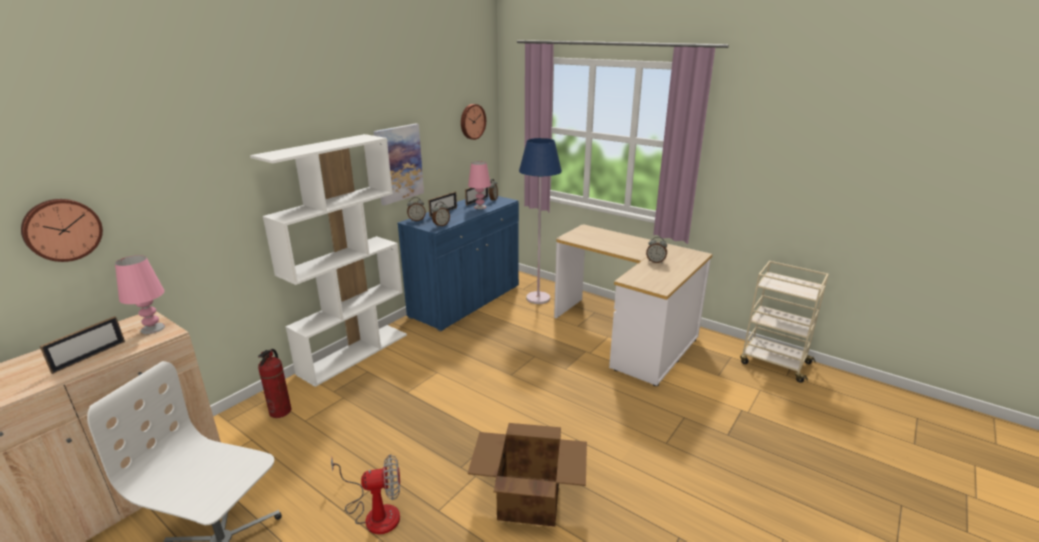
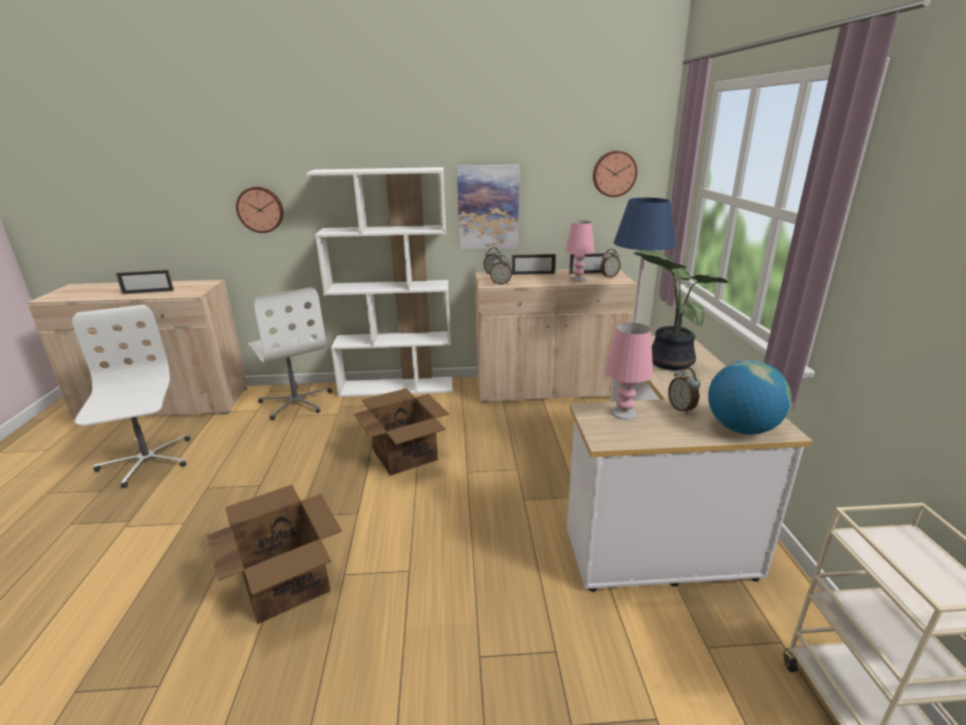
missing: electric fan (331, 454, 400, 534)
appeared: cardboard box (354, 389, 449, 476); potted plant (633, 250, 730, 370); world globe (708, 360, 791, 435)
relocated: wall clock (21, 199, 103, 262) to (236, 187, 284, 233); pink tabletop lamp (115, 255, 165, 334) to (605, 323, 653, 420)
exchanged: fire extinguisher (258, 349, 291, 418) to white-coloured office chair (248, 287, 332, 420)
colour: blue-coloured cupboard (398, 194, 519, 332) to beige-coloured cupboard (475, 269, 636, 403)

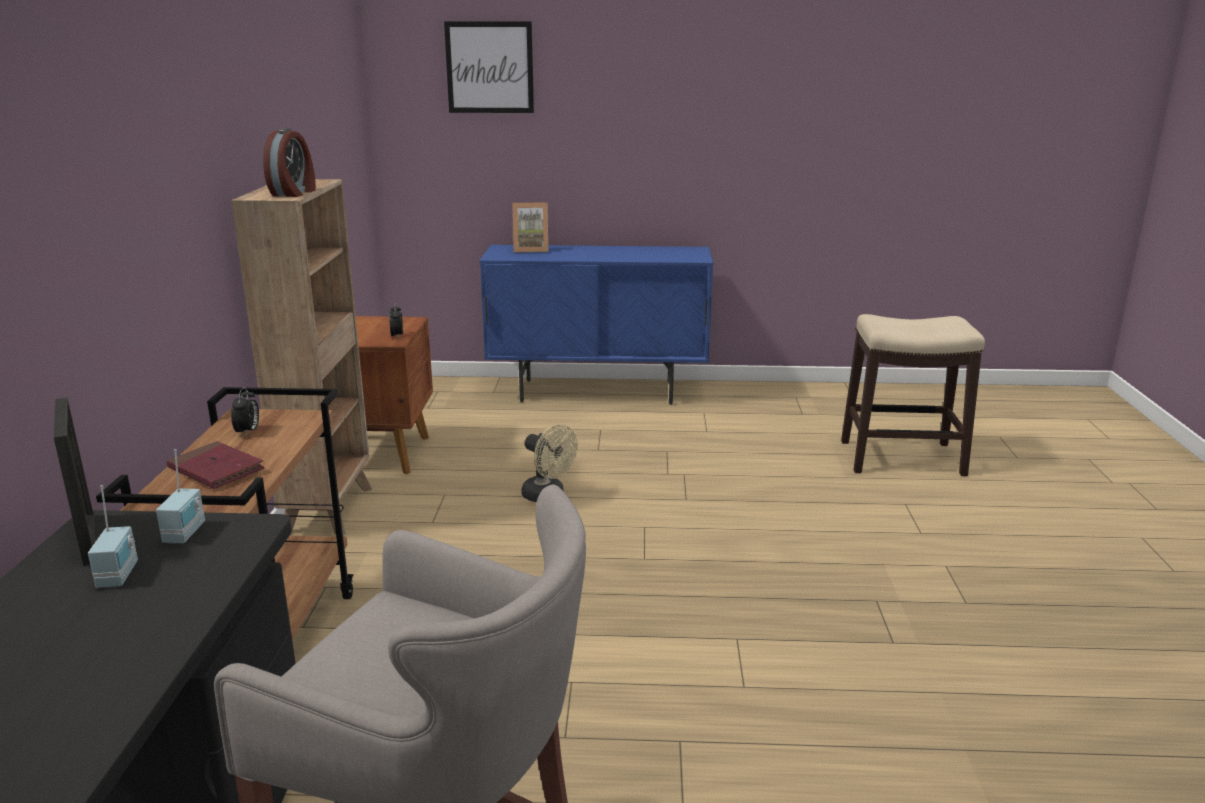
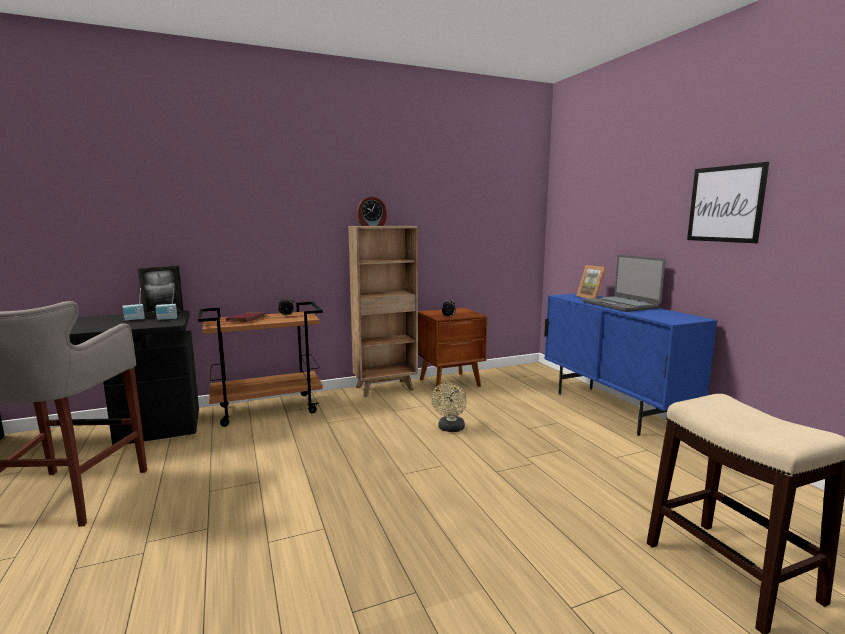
appeared: notebook computer (583, 255, 666, 312)
relocated: wall art (444, 21, 534, 113) to (687, 162, 769, 243)

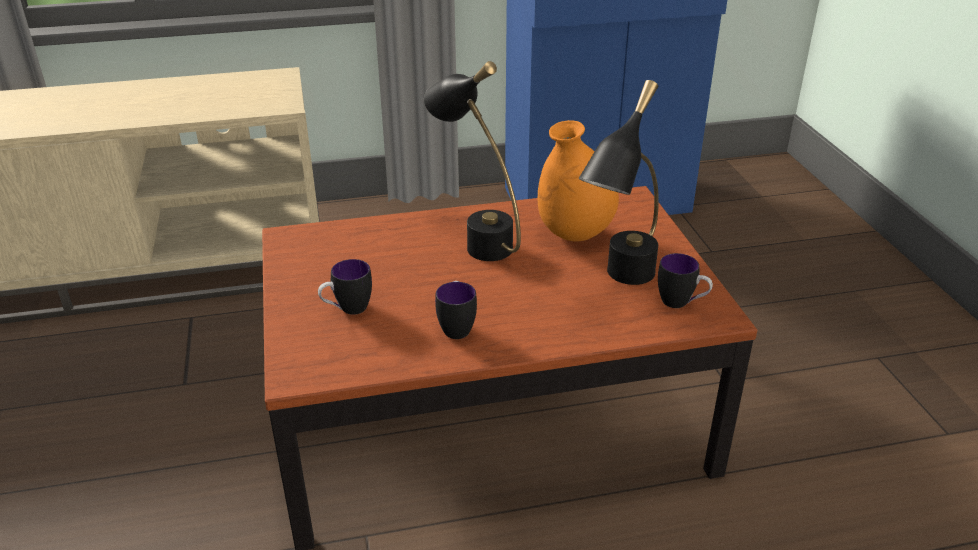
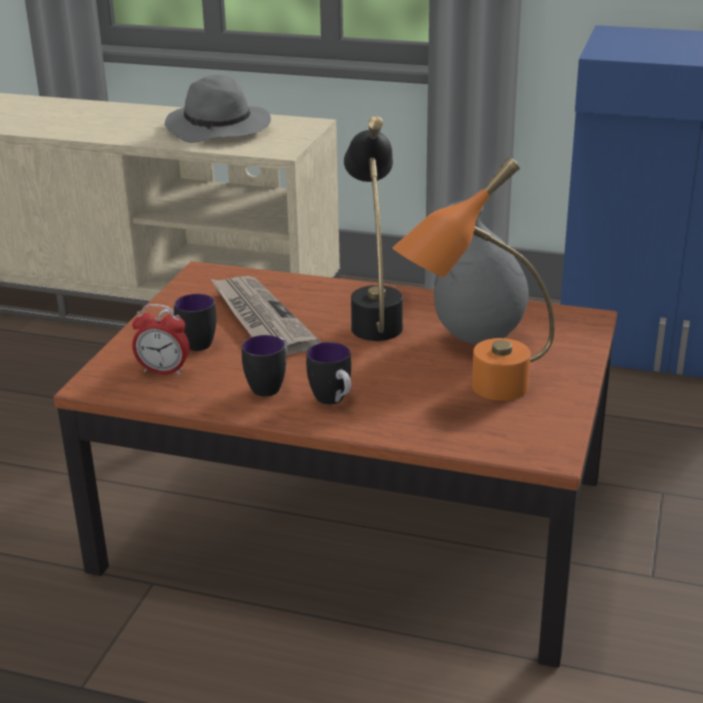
appeared: table clock (132, 304, 190, 375); greyish wearable hat (165, 75, 271, 143); newspaper (210, 276, 321, 355)
relocated: coffee mug (658, 253, 713, 308) to (306, 342, 351, 405)
colour: black-coloured tabletop lamp (578, 80, 659, 285) to orange tabletop lamp (392, 158, 554, 401); orange vase (538, 120, 619, 242) to greyish vase (434, 200, 529, 345)

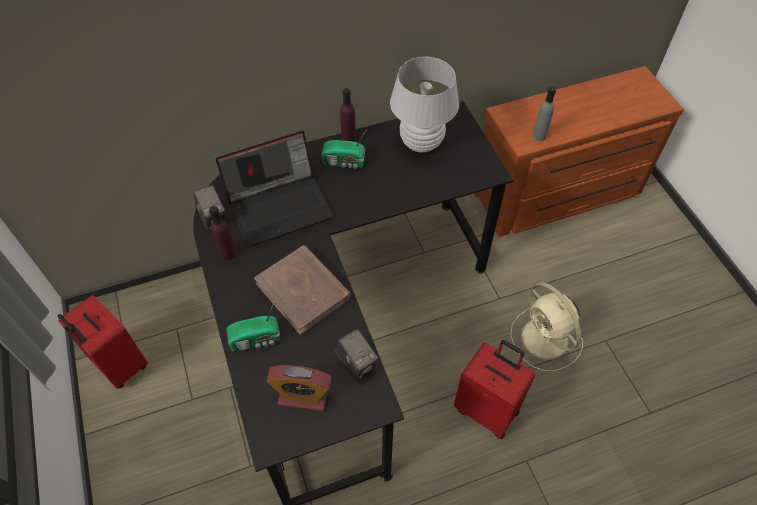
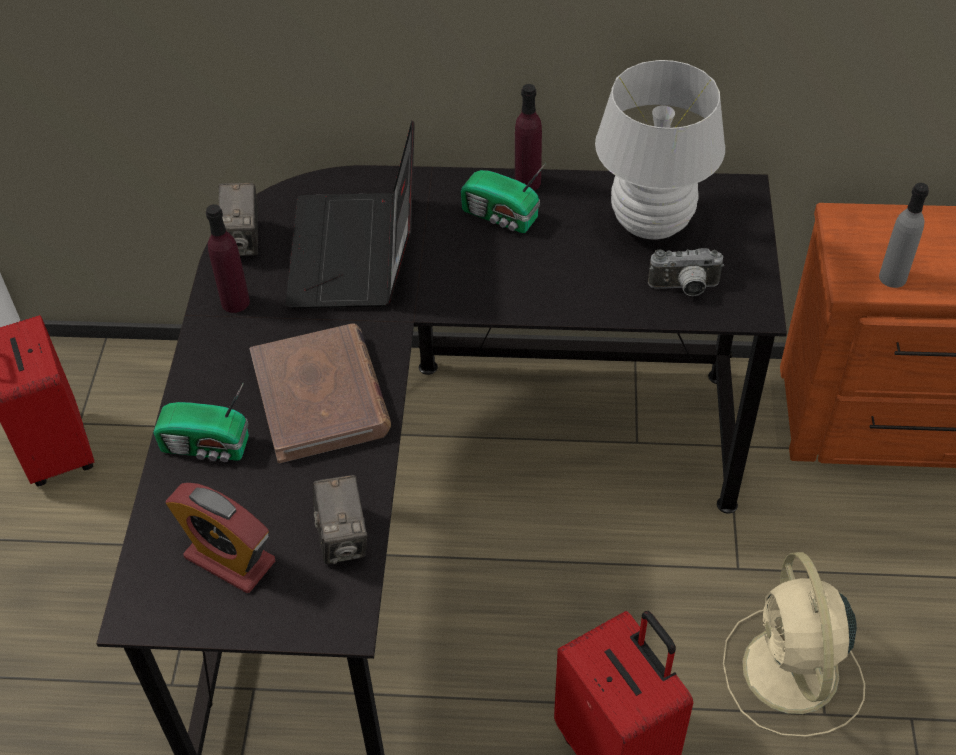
appeared: still camera (648, 248, 724, 296)
spun: notebook computer (216, 131, 333, 247) = (285, 121, 415, 308) 90 degrees clockwise

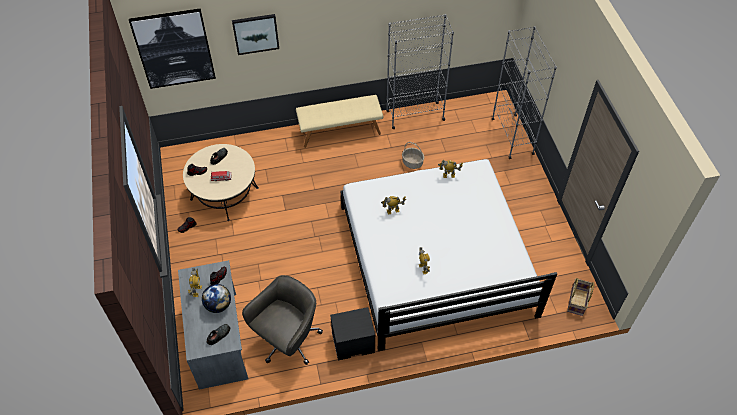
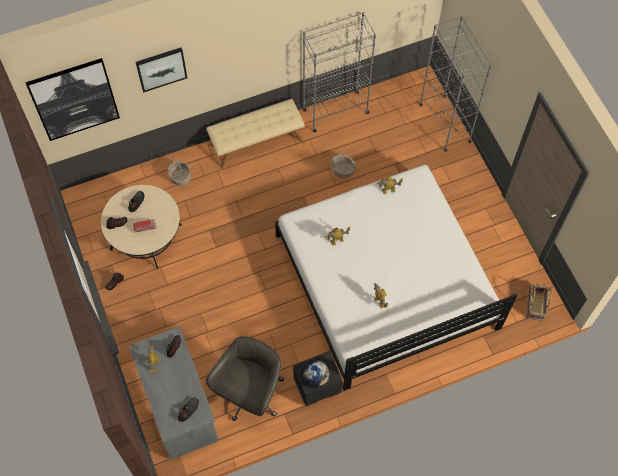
appeared: storage basket (168, 156, 191, 186)
relocated: world globe (202, 284, 231, 313) to (301, 360, 330, 389)

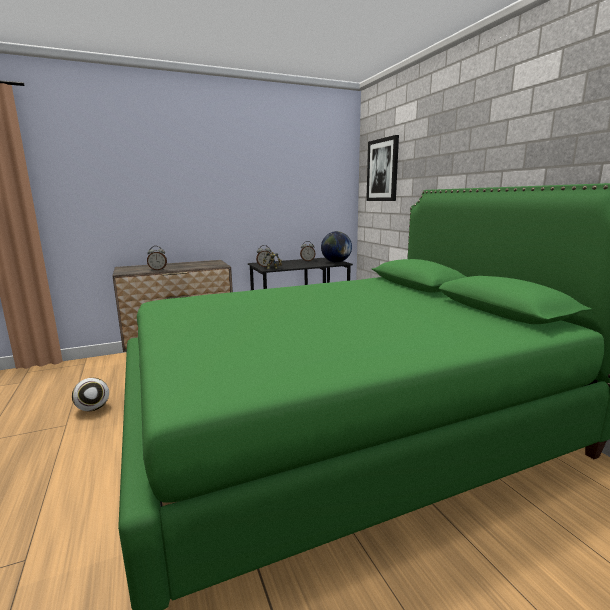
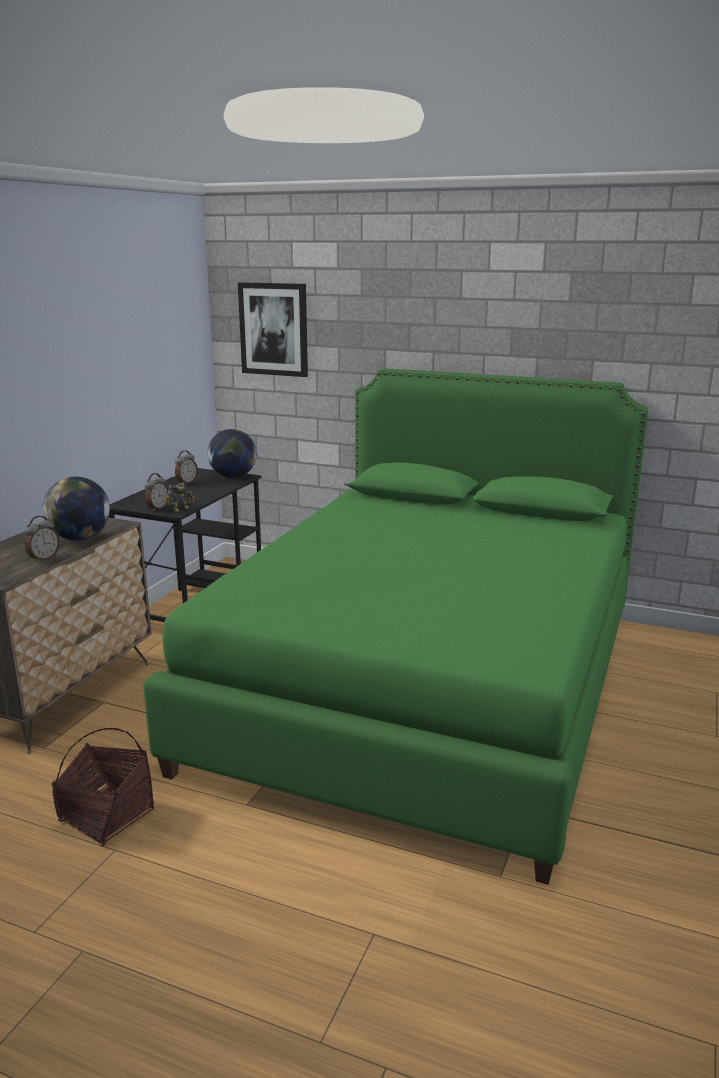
appeared: world globe (42, 477, 110, 540)
exchanged: football ball (72, 378, 109, 411) to storage basket (52, 728, 154, 847)

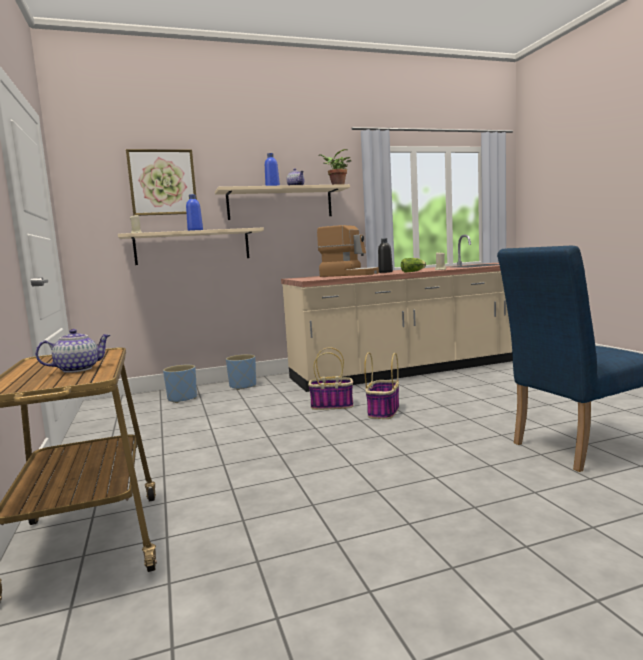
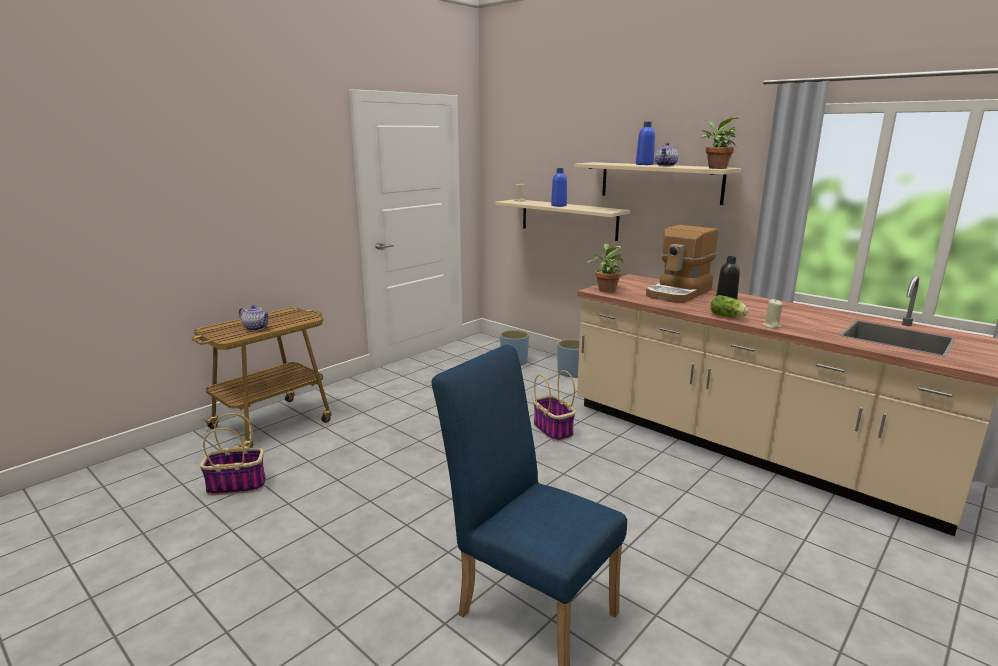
missing: wall art (126, 149, 197, 216)
appeared: potted plant (587, 244, 623, 293)
relocated: storage basket (364, 352, 399, 419) to (200, 413, 266, 495)
spun: coffee brewer (317, 225, 379, 277) = (646, 225, 718, 303) 45 degrees clockwise

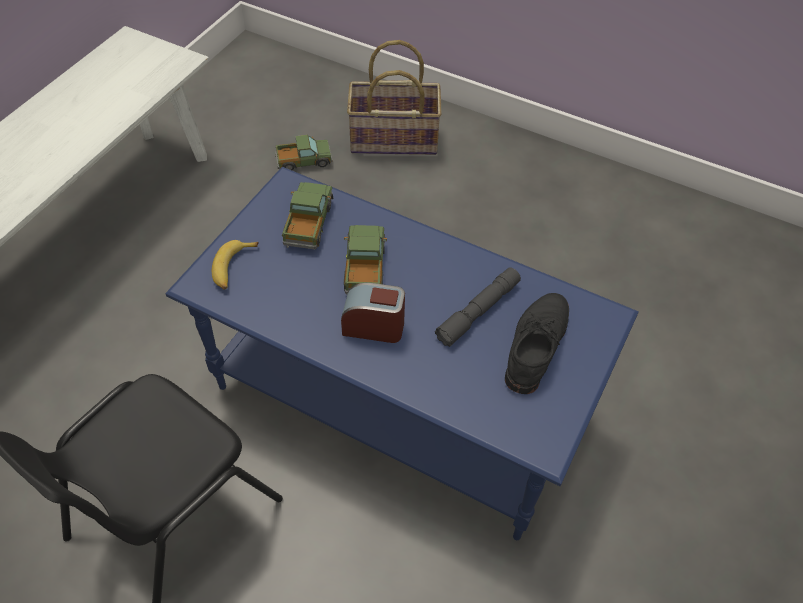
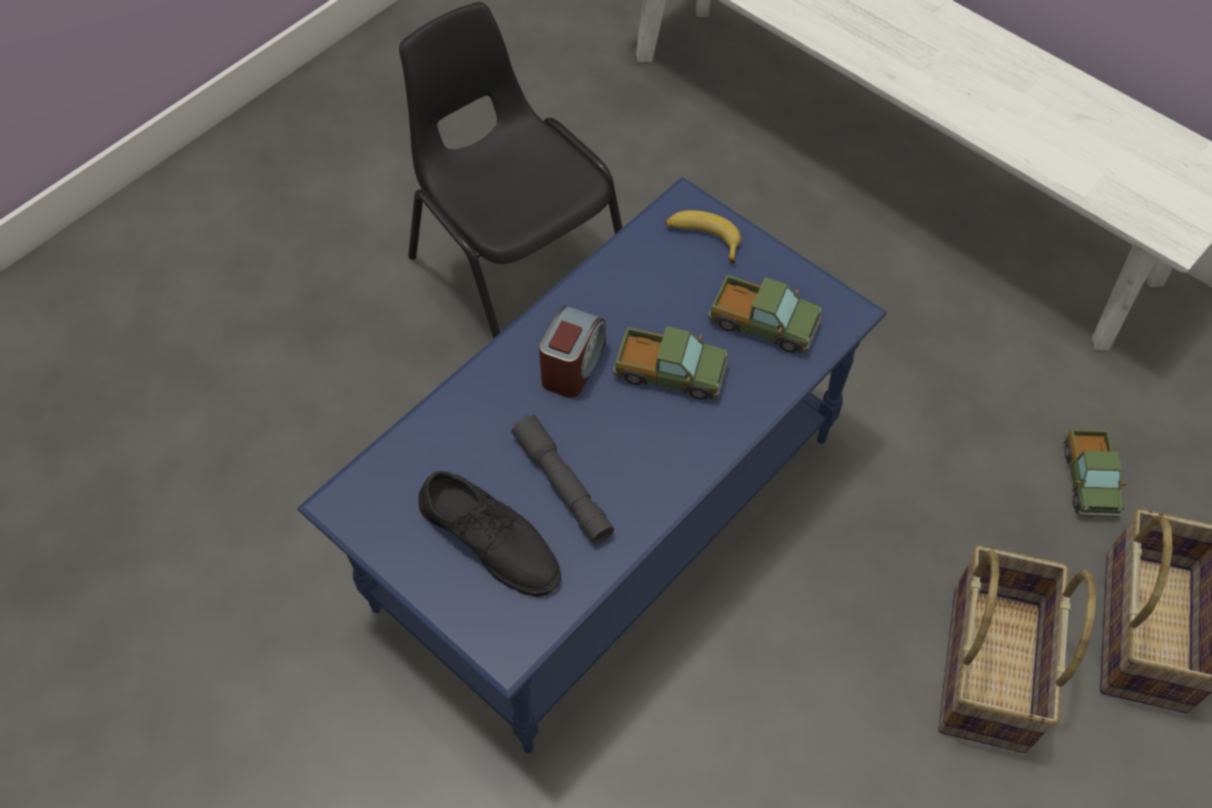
appeared: storage basket (938, 545, 1097, 753)

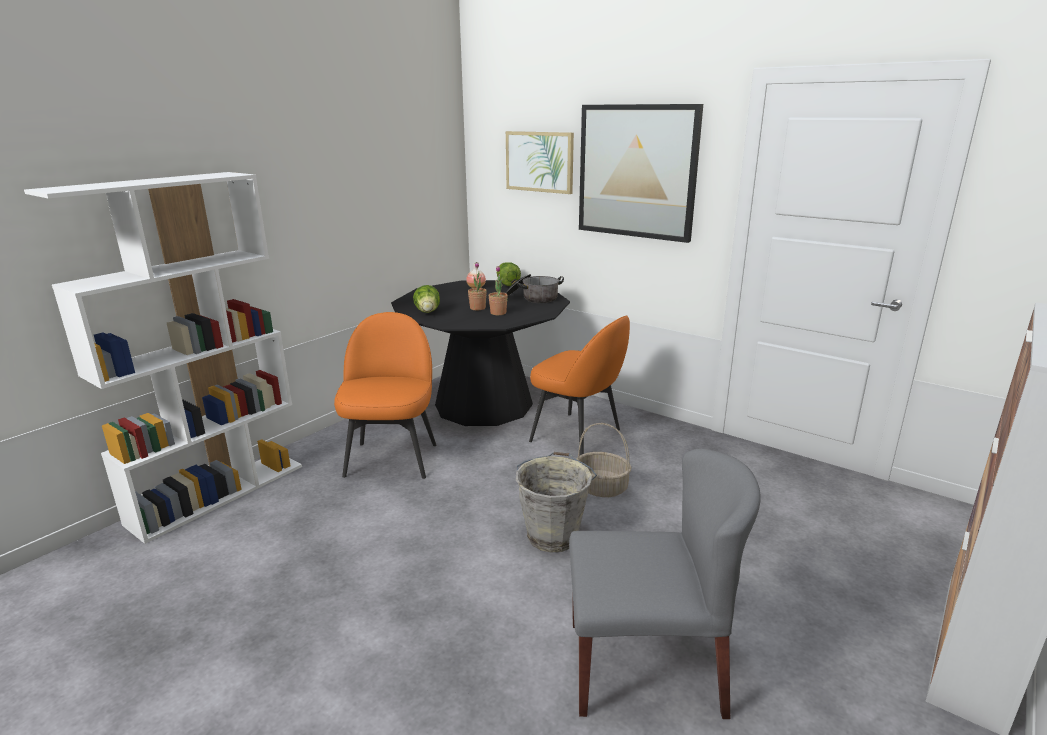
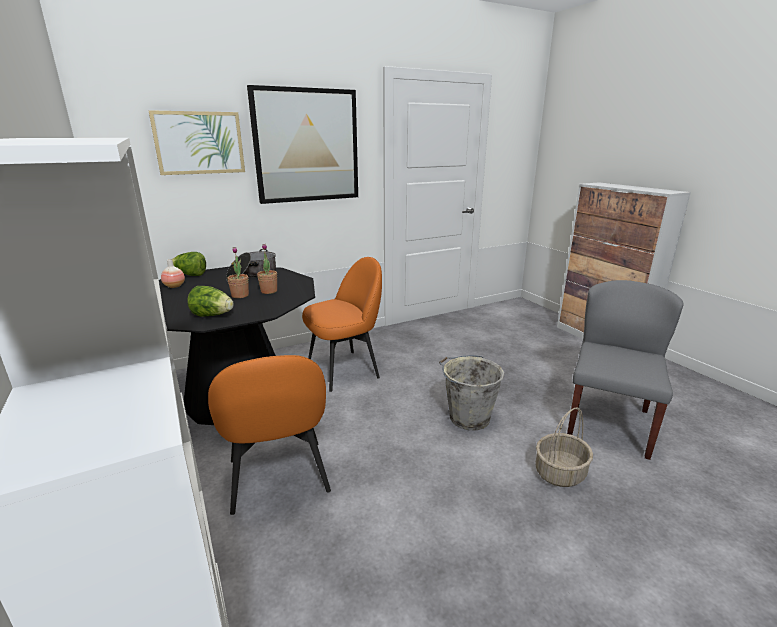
relocated: storage basket (576, 423, 632, 497) to (535, 407, 593, 487)
spun: orange plain chair (334, 312, 437, 479) = (208, 355, 331, 515) 135 degrees counterclockwise

